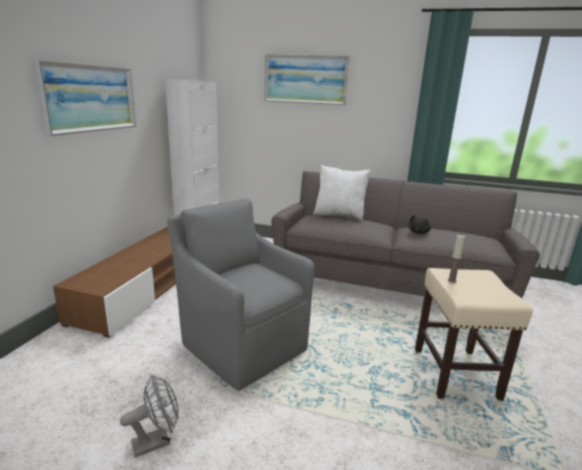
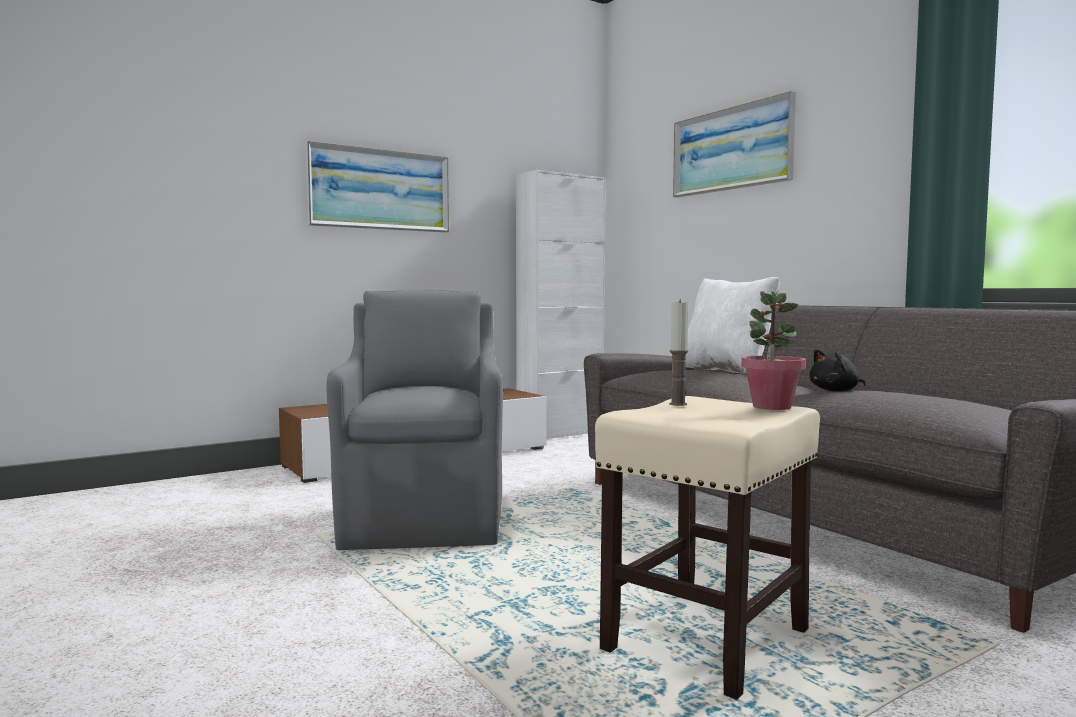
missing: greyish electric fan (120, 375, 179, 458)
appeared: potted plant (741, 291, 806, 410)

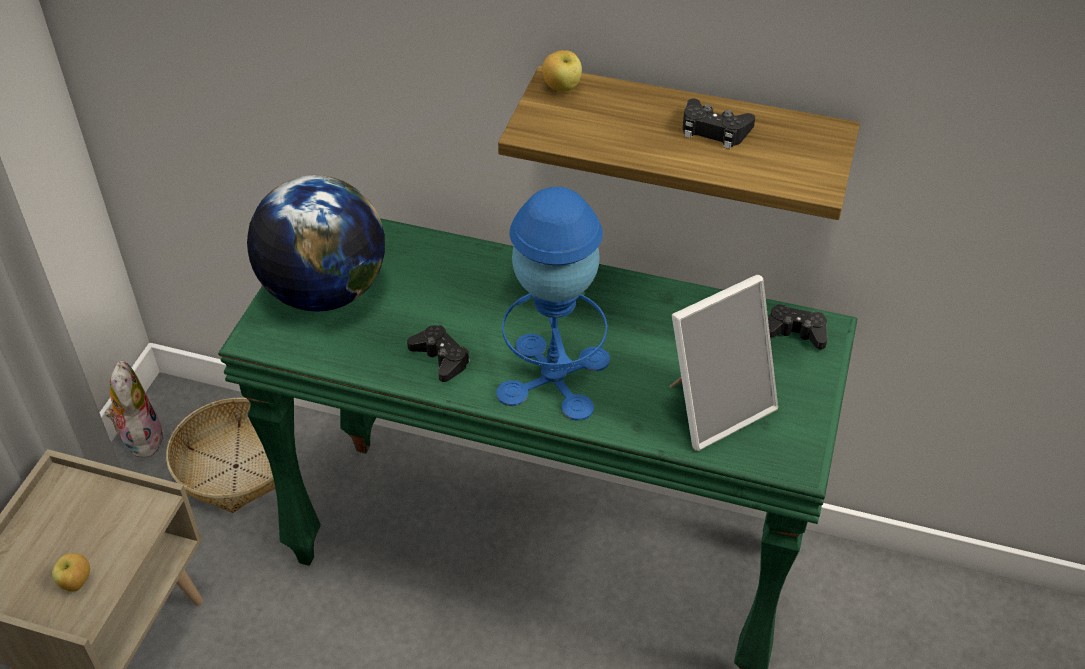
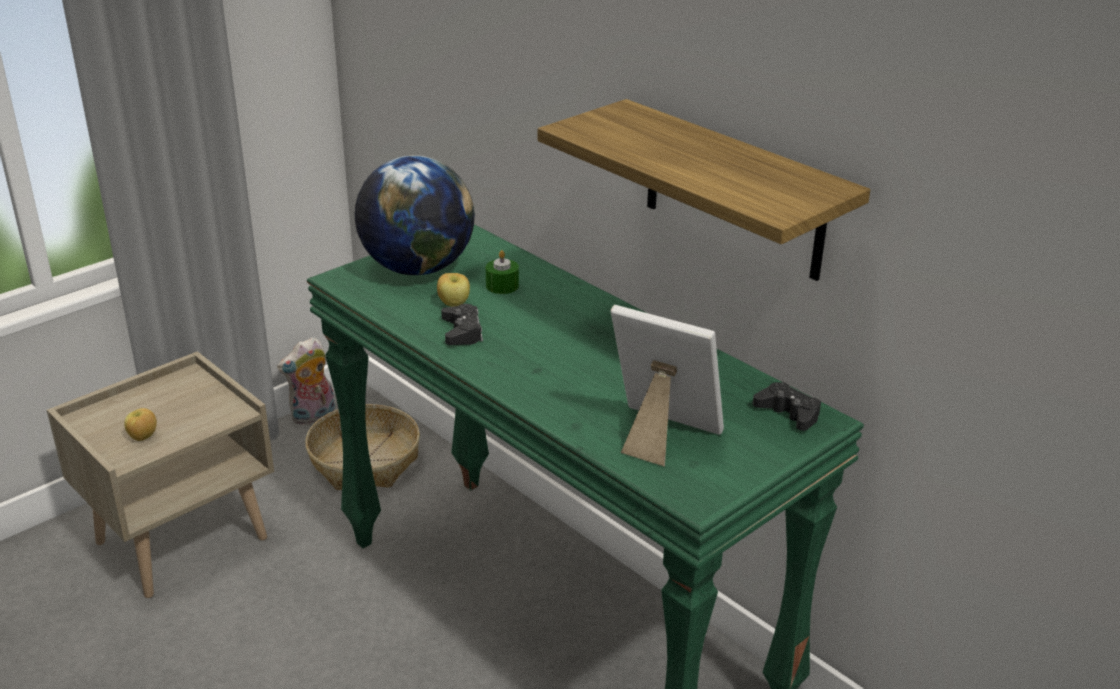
missing: blue-coloured tabletop lamp (496, 187, 610, 421); black-coloured gamepad (683, 99, 755, 149)
appeared: green candle (486, 250, 519, 294)
relocated: whole apple (542, 50, 582, 92) to (437, 273, 470, 307)
spun: plush toy (105, 361, 164, 458) = (277, 337, 335, 425) 135 degrees counterclockwise; standing frame (669, 275, 778, 451) = (611, 305, 724, 467) 150 degrees counterclockwise

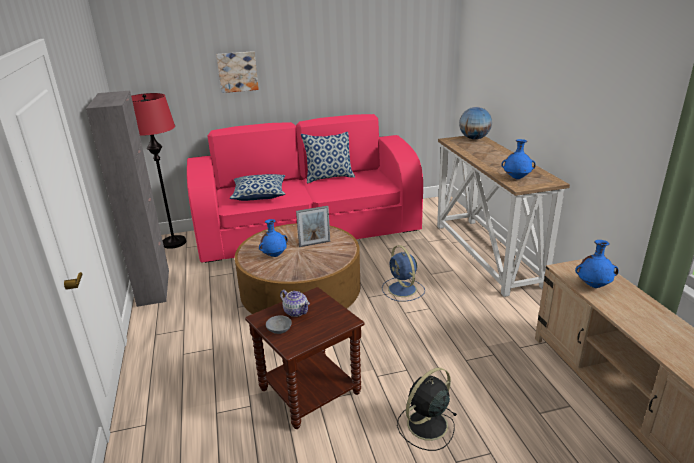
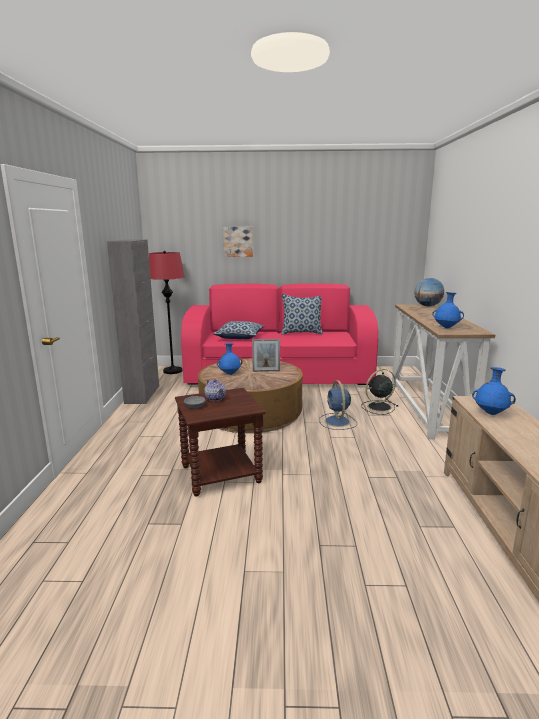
relocated: black-coloured electric fan (397, 367, 457, 451) to (361, 369, 398, 415)

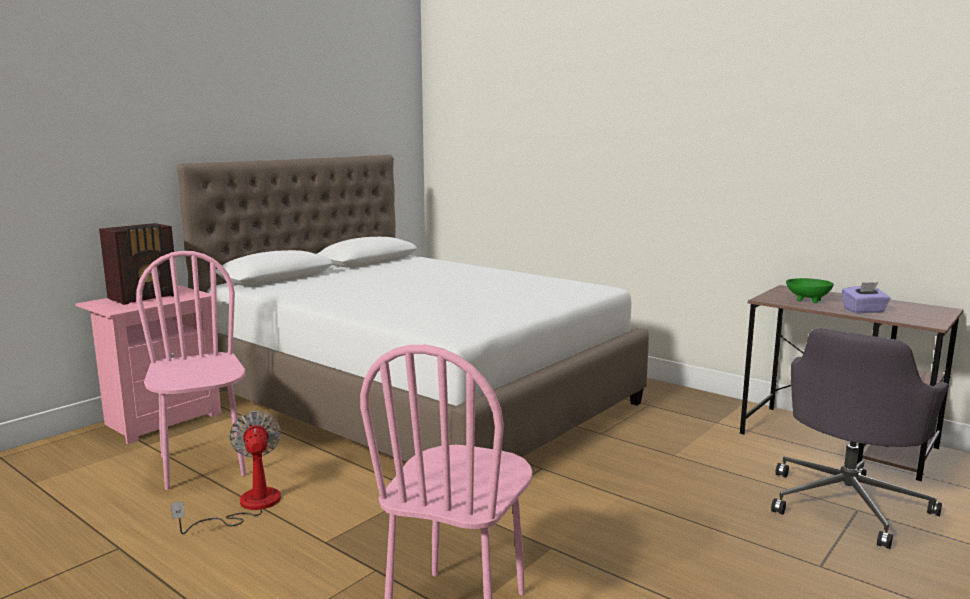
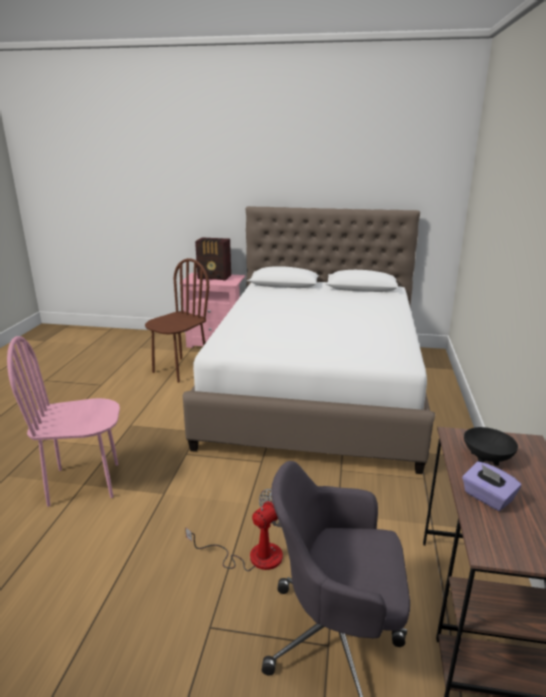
relocated: electric fan (171, 411, 281, 534) to (185, 488, 283, 571)
colour: pink plain chair (136, 251, 246, 490) to brown plain chair (145, 258, 209, 383); green bowl (786, 278, 834, 303) to black-coloured bowl (464, 427, 518, 466)

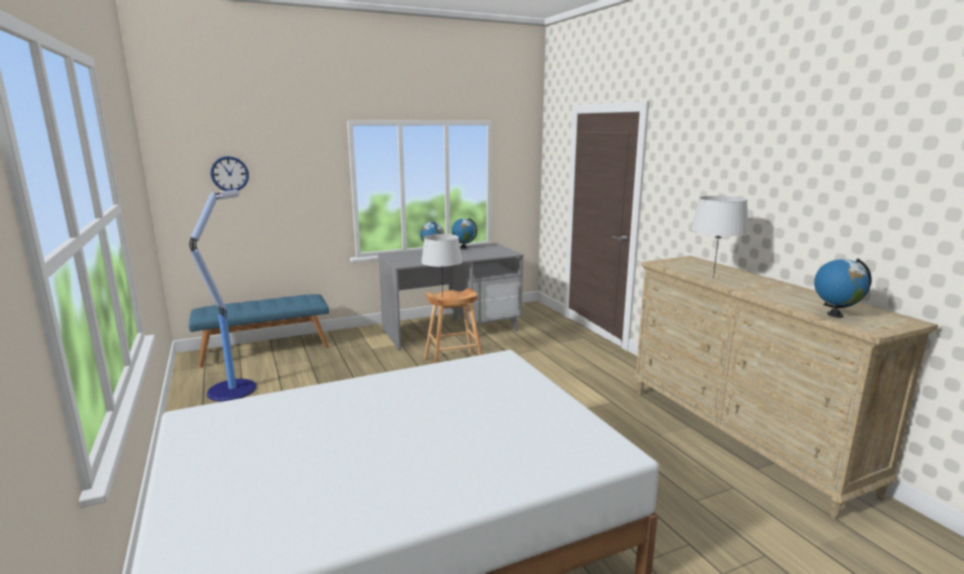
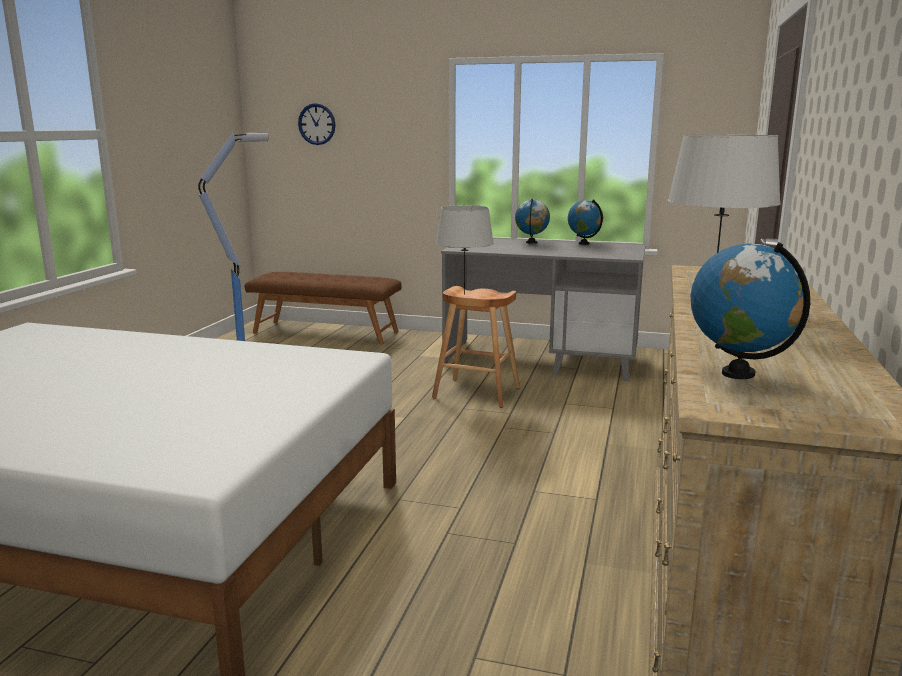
colour: blue-coloured long seat (189, 294, 329, 368) to brown long seat (245, 272, 402, 344)

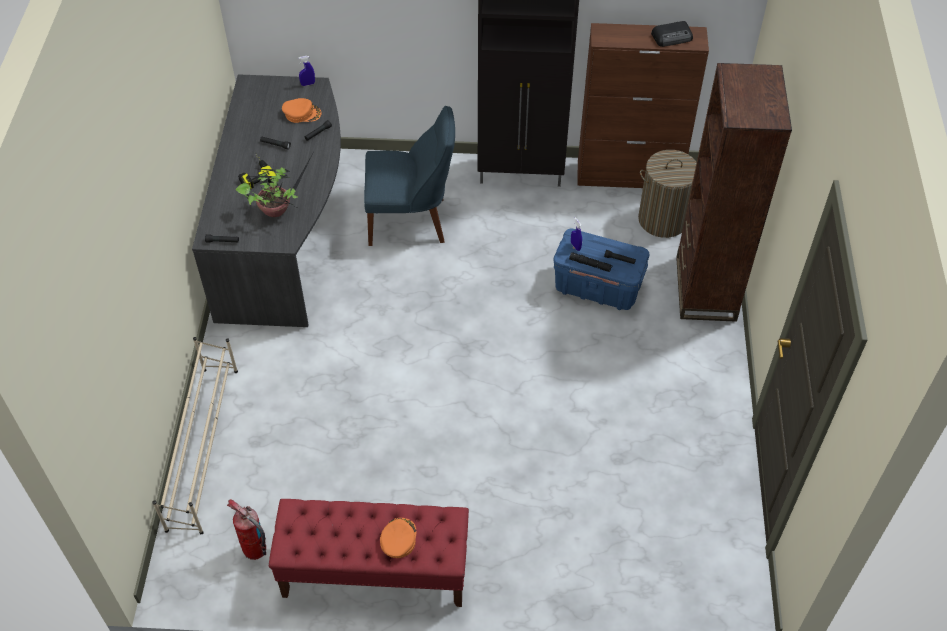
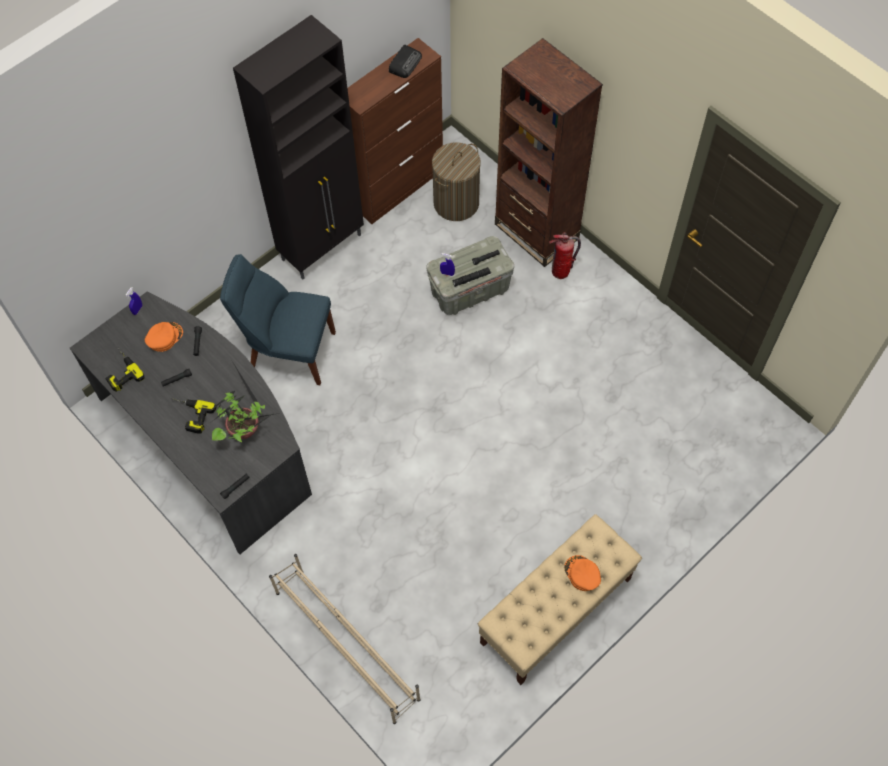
appeared: electric drill (105, 347, 145, 392)
relocated: fire extinguisher (227, 499, 266, 560) to (549, 232, 581, 279)
colour: blue-coloured storage box (553, 229, 649, 310) to greyish storage box (426, 236, 514, 315); red long seat (269, 499, 469, 607) to beige-coloured long seat (477, 514, 642, 685)
spun: blue-coloured plain chair (364, 106, 455, 246) = (220, 254, 336, 385) 120 degrees counterclockwise

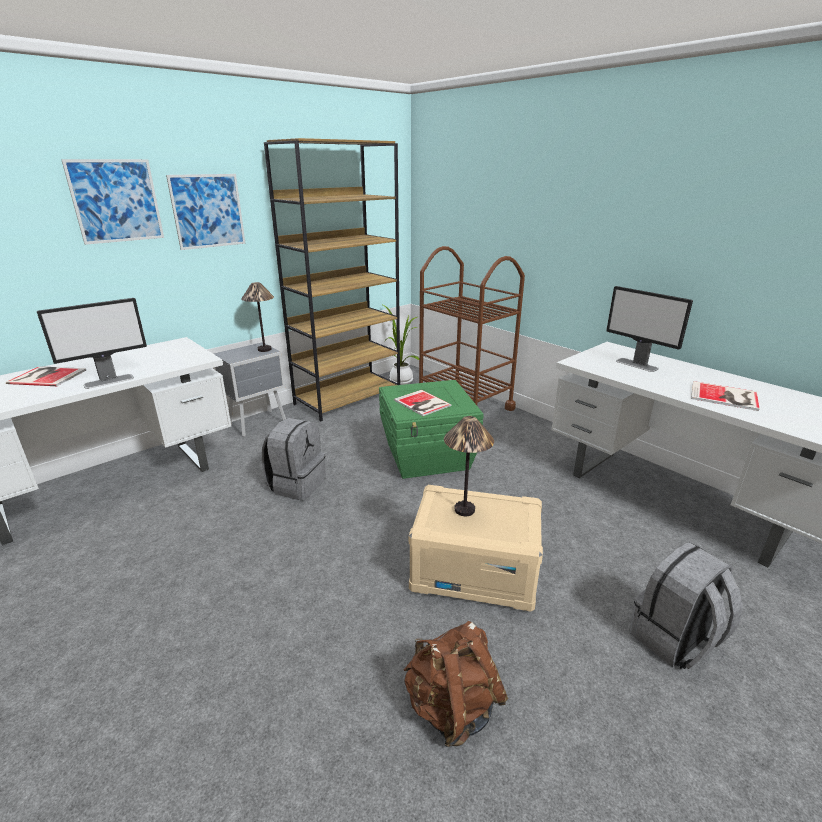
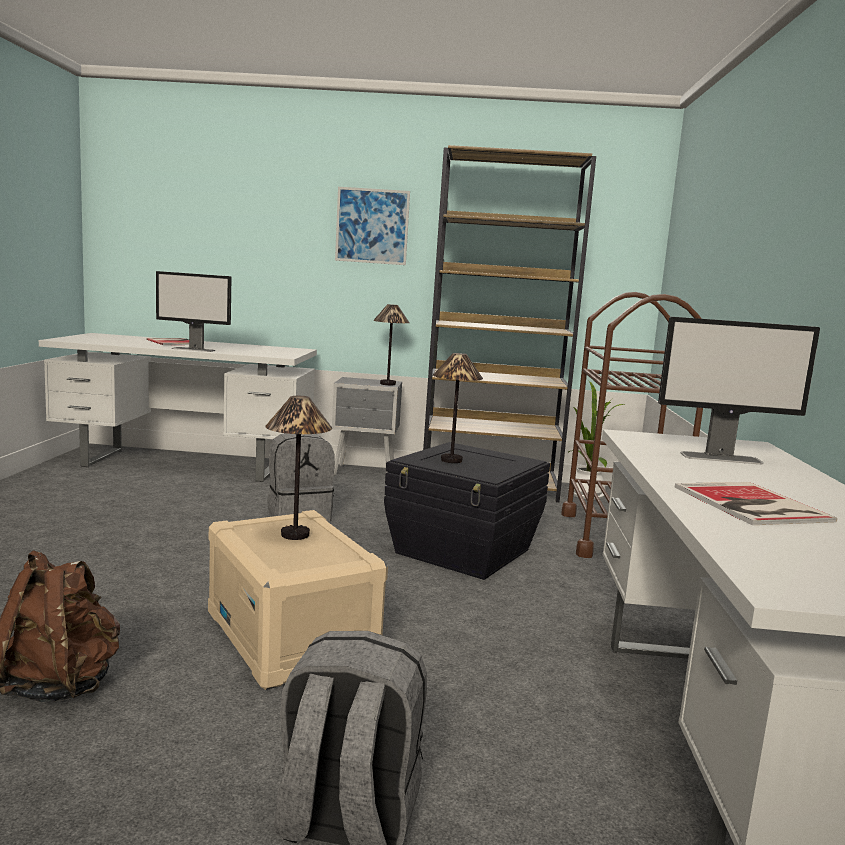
missing: wall art (61, 159, 164, 245)
exchanged: volume (394, 390, 451, 416) to tabletop lamp (433, 353, 483, 463)
colour: green storage box (379, 380, 484, 479) to black-coloured storage box (384, 442, 550, 580)
spun: computer screen (606, 286, 693, 372) = (658, 317, 820, 465) 90 degrees counterclockwise

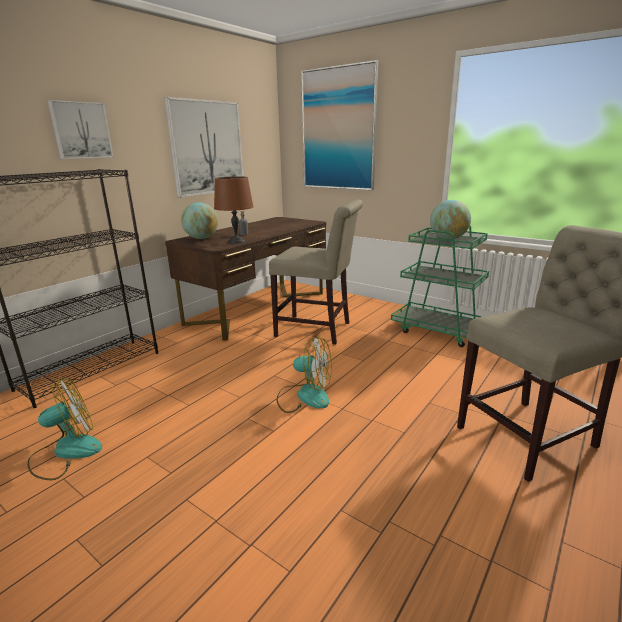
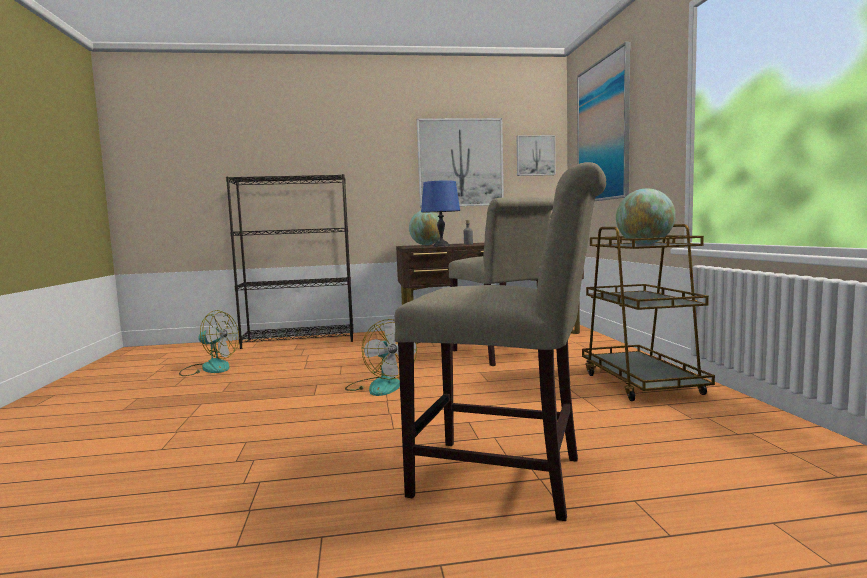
relocated: wall art (47, 100, 114, 159) to (517, 135, 556, 176)
colour: brown tabletop lamp (214, 176, 254, 244) to blue-coloured tabletop lamp (421, 180, 460, 247); green wheeled cart (391, 226, 489, 347) to brown wheeled cart (582, 224, 715, 401)

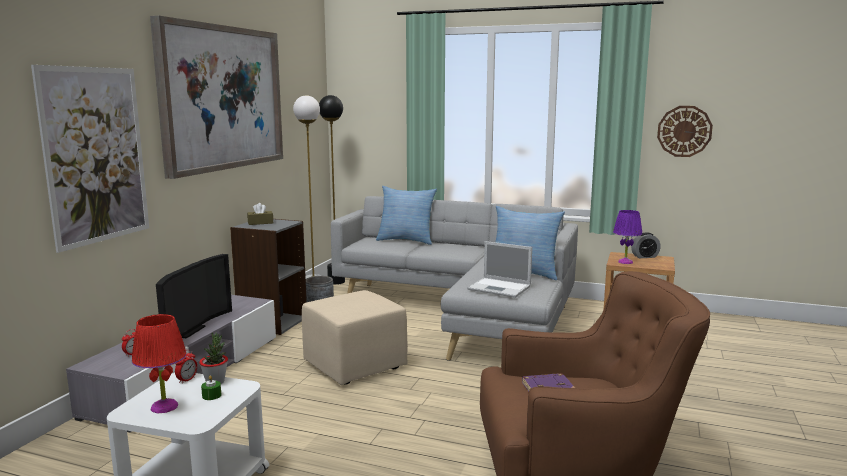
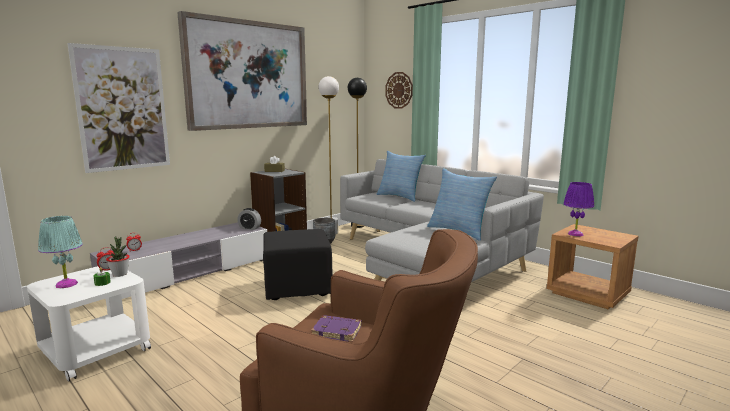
missing: television (156, 254, 232, 339); notebook computer (467, 241, 532, 298)
relocated: table clock (631, 232, 661, 258) to (237, 208, 261, 230); wall clock (657, 106, 713, 157) to (385, 72, 413, 109)
colour: red tabletop lamp (132, 314, 187, 413) to blue-green tabletop lamp (38, 216, 83, 288); beige-coloured ottoman (302, 290, 408, 385) to black-coloured ottoman (263, 229, 333, 300)

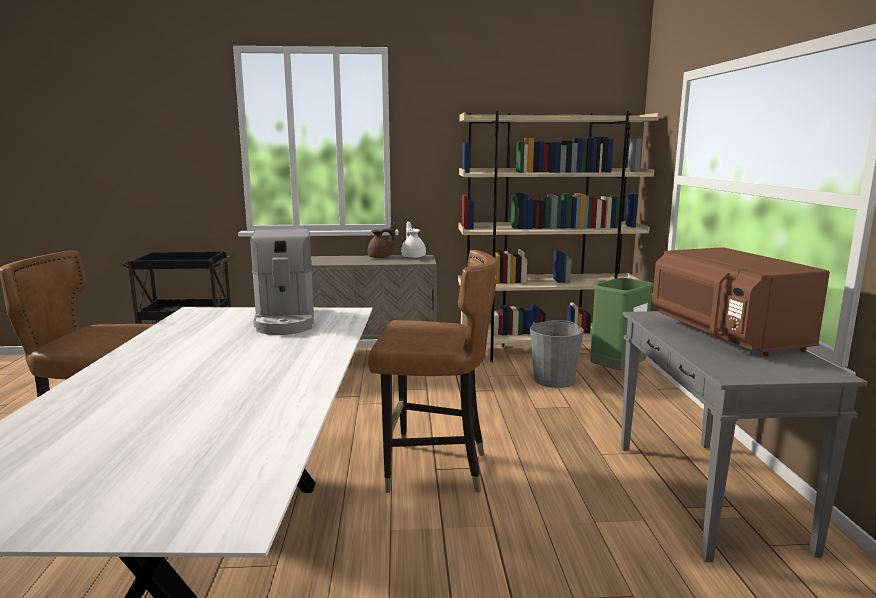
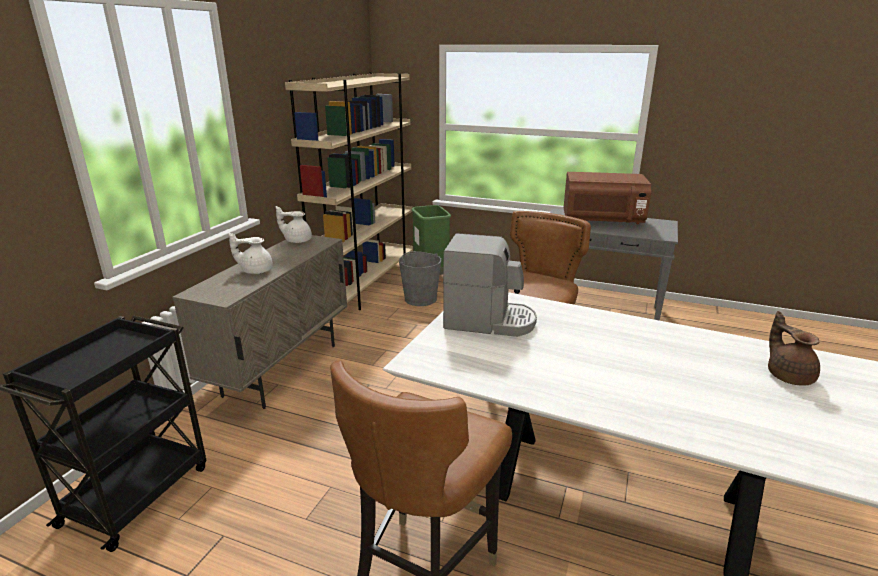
appeared: white-coloured teapot (228, 233, 273, 274)
relocated: brown teapot (367, 222, 396, 258) to (768, 311, 820, 386)

